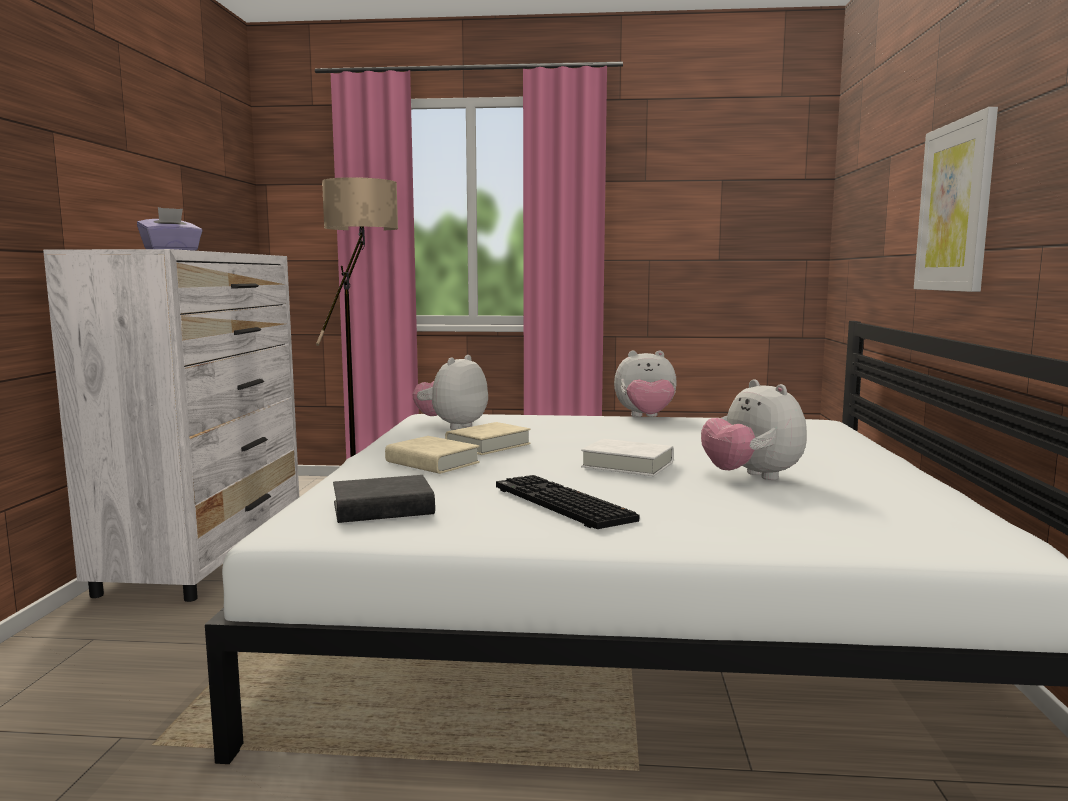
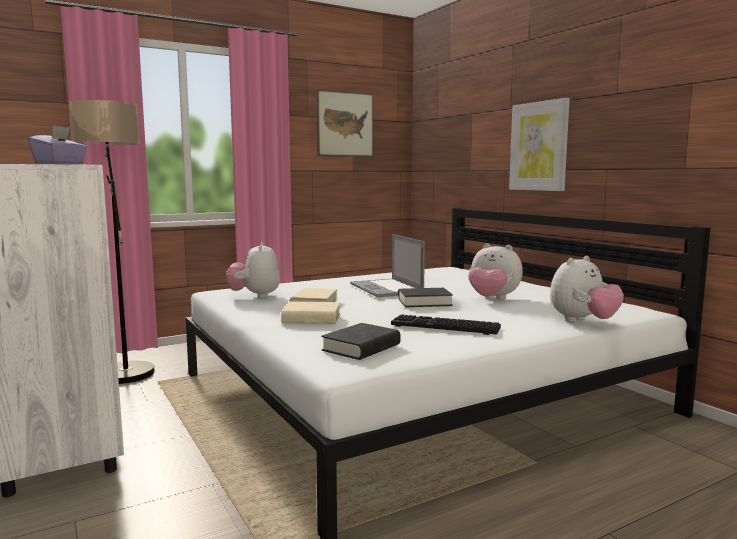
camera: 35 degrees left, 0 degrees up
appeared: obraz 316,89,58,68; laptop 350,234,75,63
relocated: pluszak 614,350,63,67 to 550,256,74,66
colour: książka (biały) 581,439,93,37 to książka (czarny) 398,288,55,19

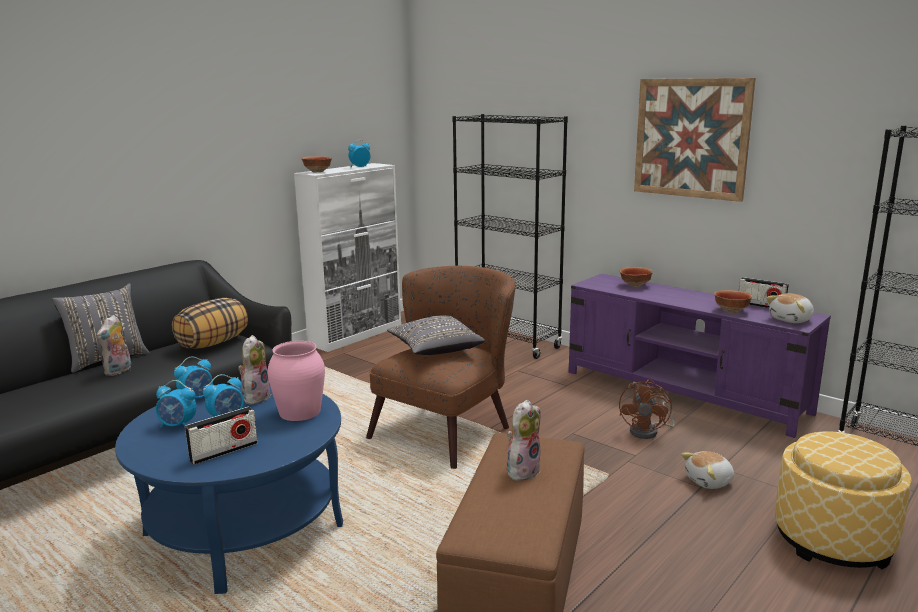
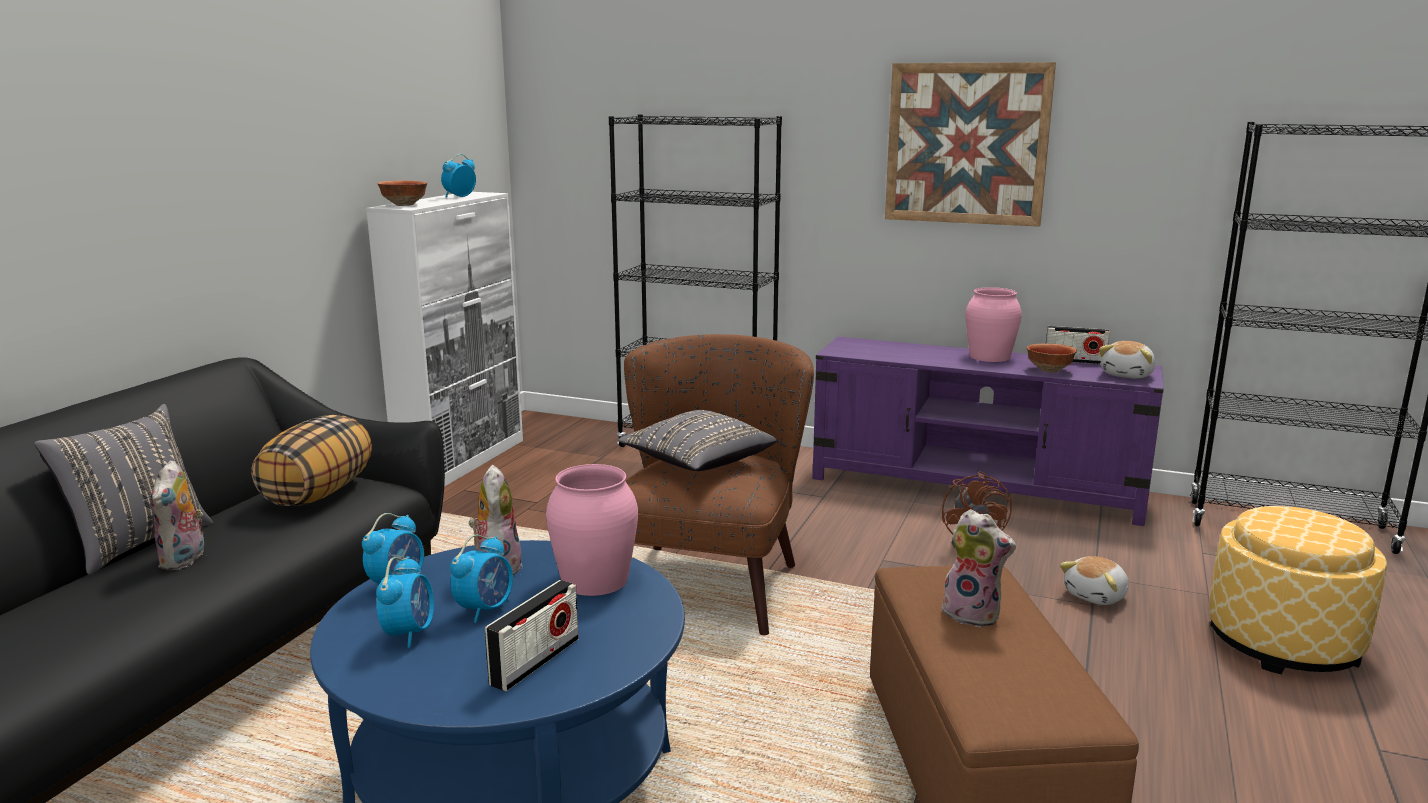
camera: 20 degrees left, 0 degrees up
missing: miska 620,267,33,20
appeared: wazon (różowy) 965,287,57,75
spun: budzik 156,380,40,48 = 376,556,58,92 75 degrees counterclockwise; pluszak 507,400,34,81 = 939,509,77,119 105 degrees clockwise

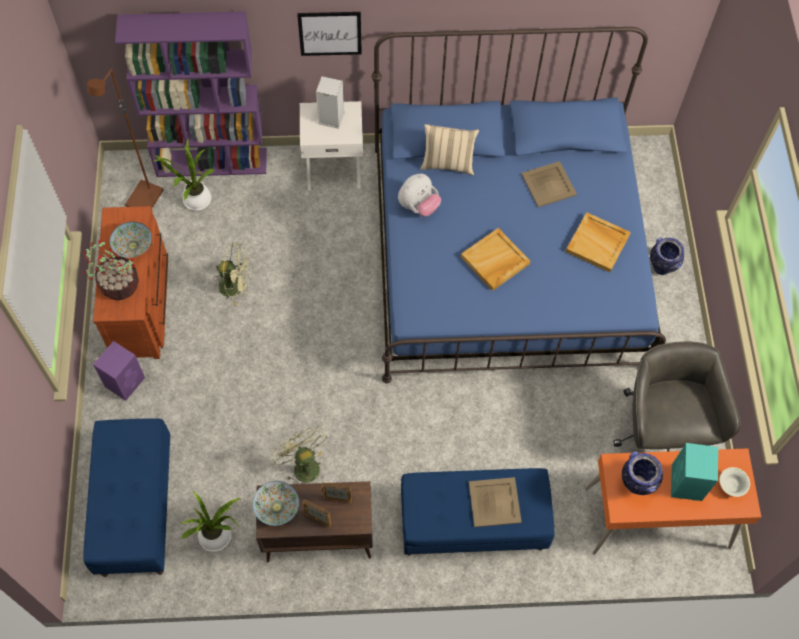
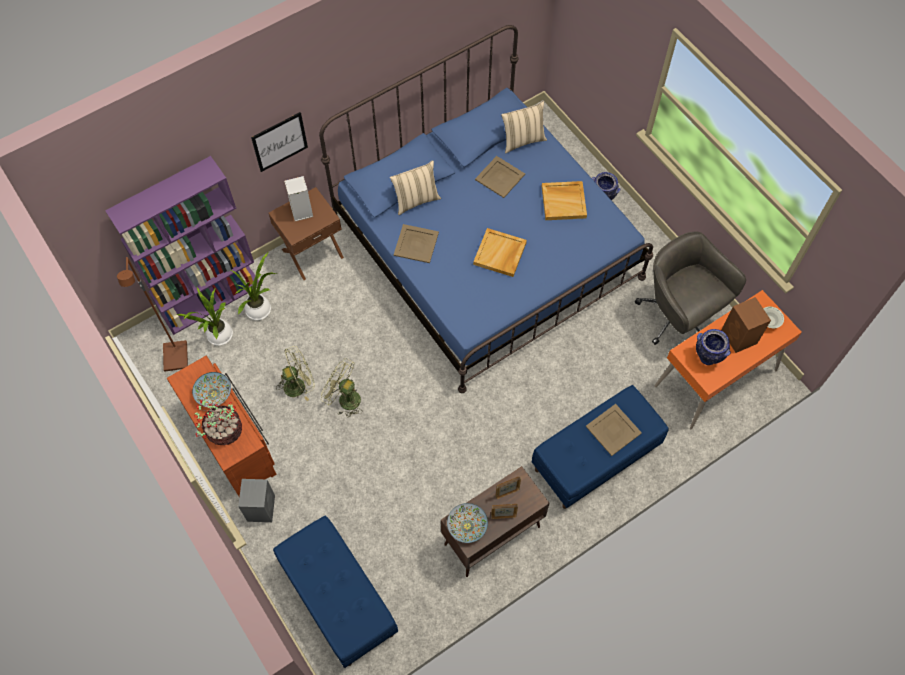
camera: 30 degrees left, 0 degrees up
appeared: poduszka (beżowy) 501,101,46,52
relocated: wentylator (zielony) 271,426,56,58 to 321,358,42,59; roślina doniczkowa 180,491,60,61 to 231,253,45,67
exchanged: pluszak 398,173,43,44 to taca (beżowy) 394,224,45,39
colour: szafka nocna (biały) 300,101,63,89 to szafka nocna (brązowy) 268,187,76,93; głośnik (fioletowy) 93,341,52,60 to głośnik (szary) 238,479,37,43; głośnik (turkusowy) 671,443,47,58 to głośnik (brązowy) 721,297,50,56

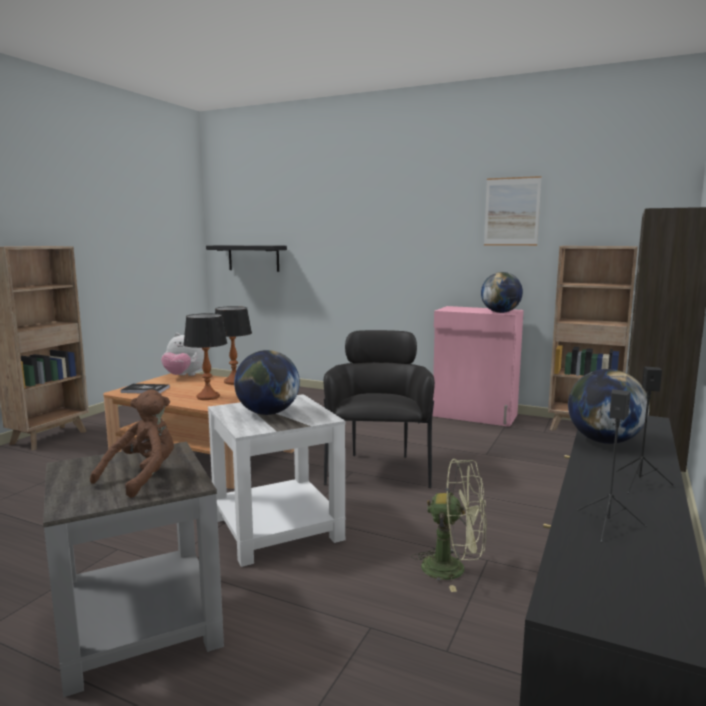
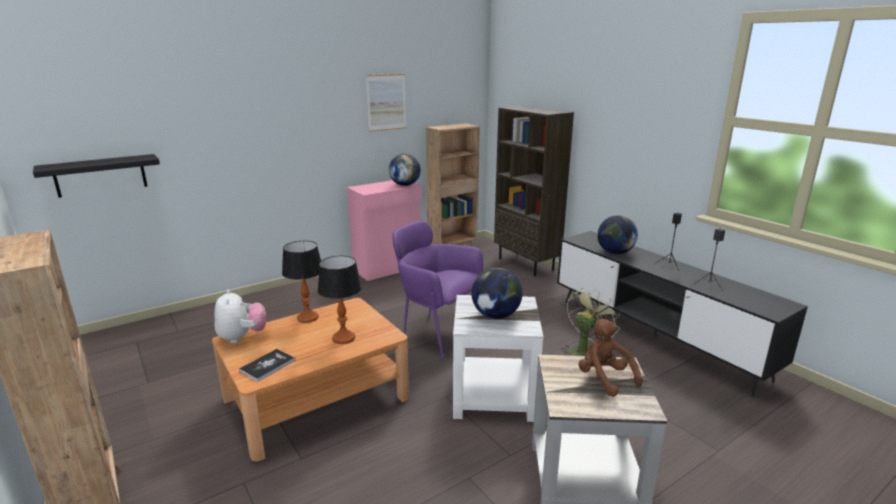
camera: 60 degrees left, 10 degrees up
colour: fotel (czarny) 323,330,112,158 to fotel (fioletowy) 392,221,91,137
spun: pluszak 161,333,43,43 = 215,289,51,54 60 degrees counterclockwise

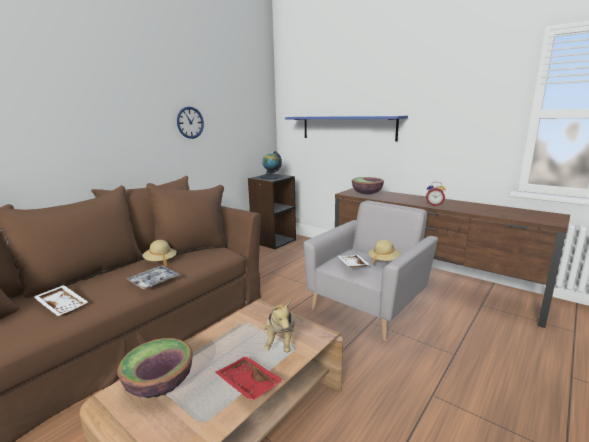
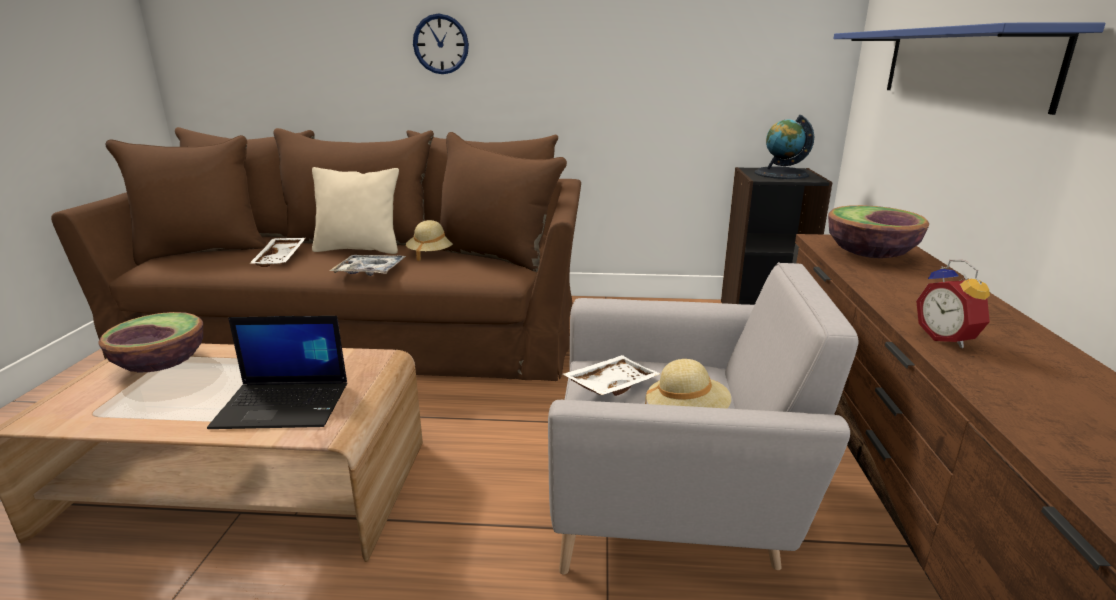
camera: 55 degrees right, 5 degrees up
missing: taca (czerwony) 215,356,69,45
appeared: poduszka (beżowy) 312,167,87,87
relocated: zegar ścienny 177,107,27,32 to 413,13,56,61
exchanged: pluszak 262,300,33,52 to laptop 207,316,140,113

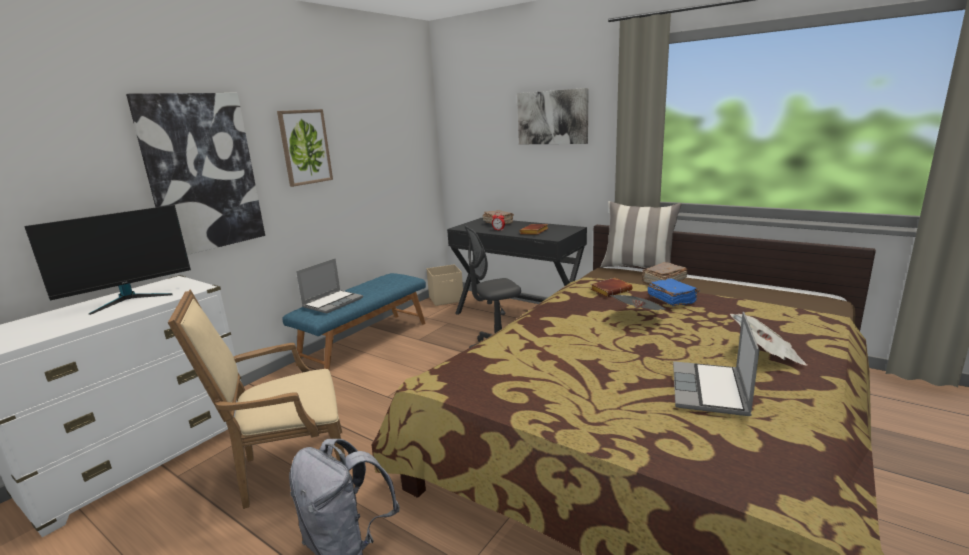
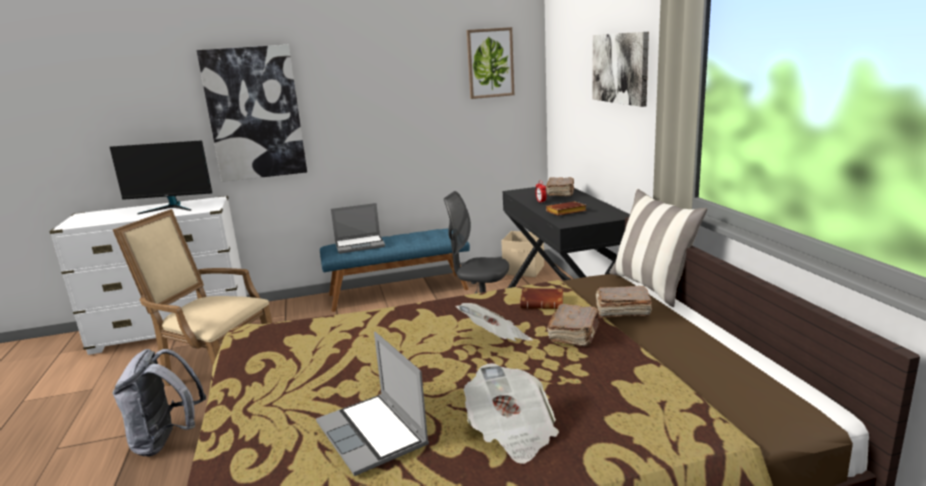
camera: 40 degrees right, 0 degrees up
relocated: obraz 277,109,56,78 to 467,27,47,72
colour: książka (niebieski) 647,278,52,28 to książka (brązowy) 547,304,52,42
spun: laptop 673,312,86,104 = 316,332,113,144 90 degrees counterclockwise

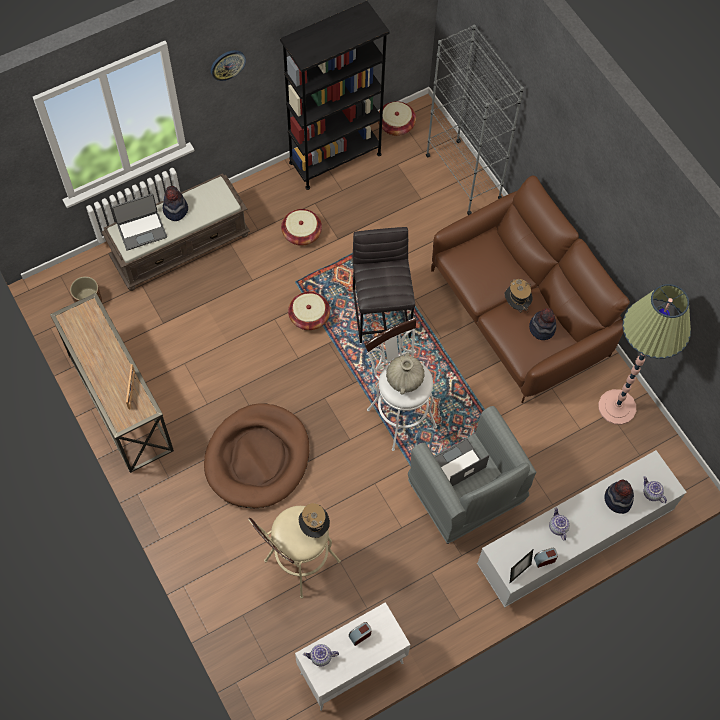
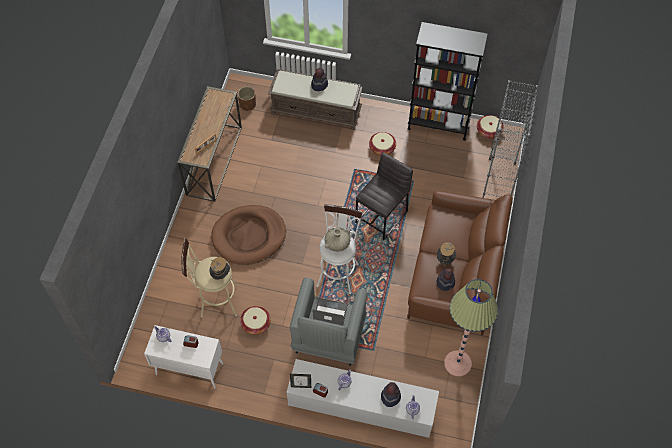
camera: 45 degrees right, 5 degrees down
missing: zegar ścienny 211,50,35,31; laptop 112,194,55,57
relocated: koszyk 288,292,42,38 to 240,306,31,29

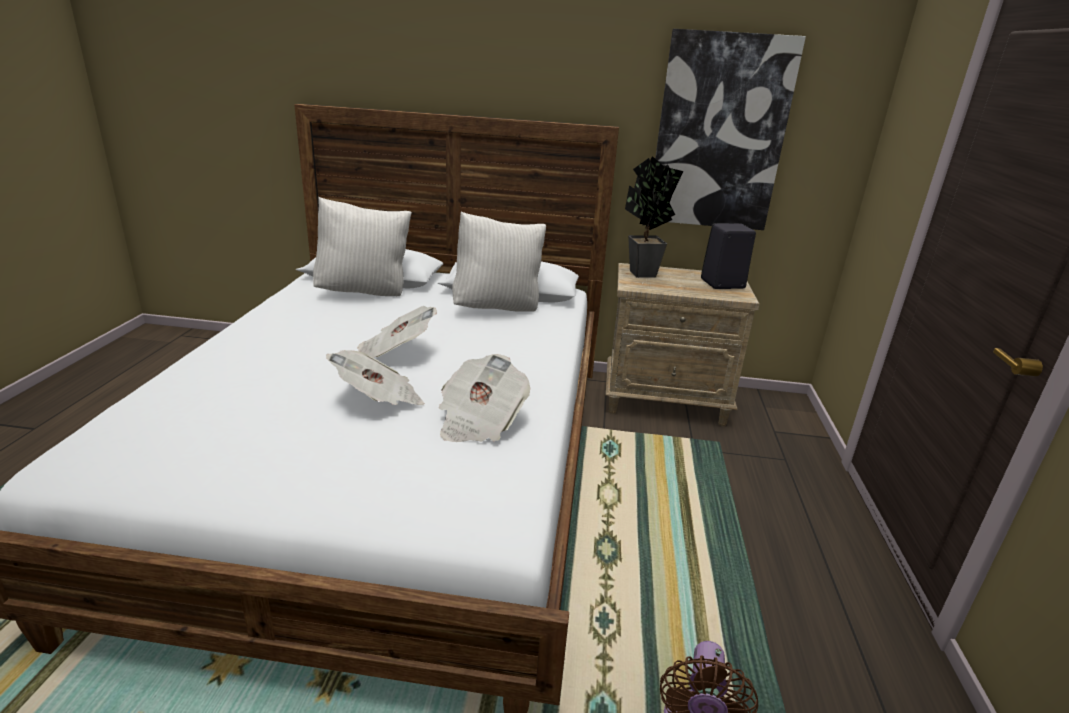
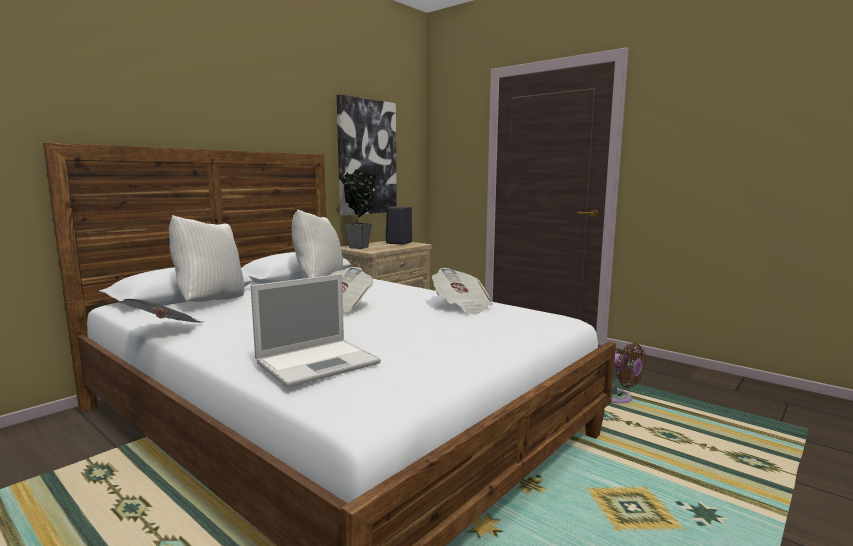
camera: 55 degrees left, 15 degrees down
appeared: laptop 251,274,130,114
relocated: gazeta 326,350,99,55 to 119,299,83,24

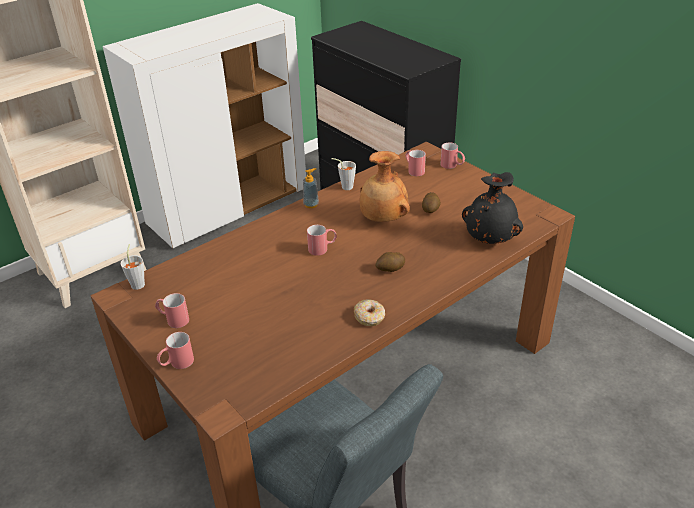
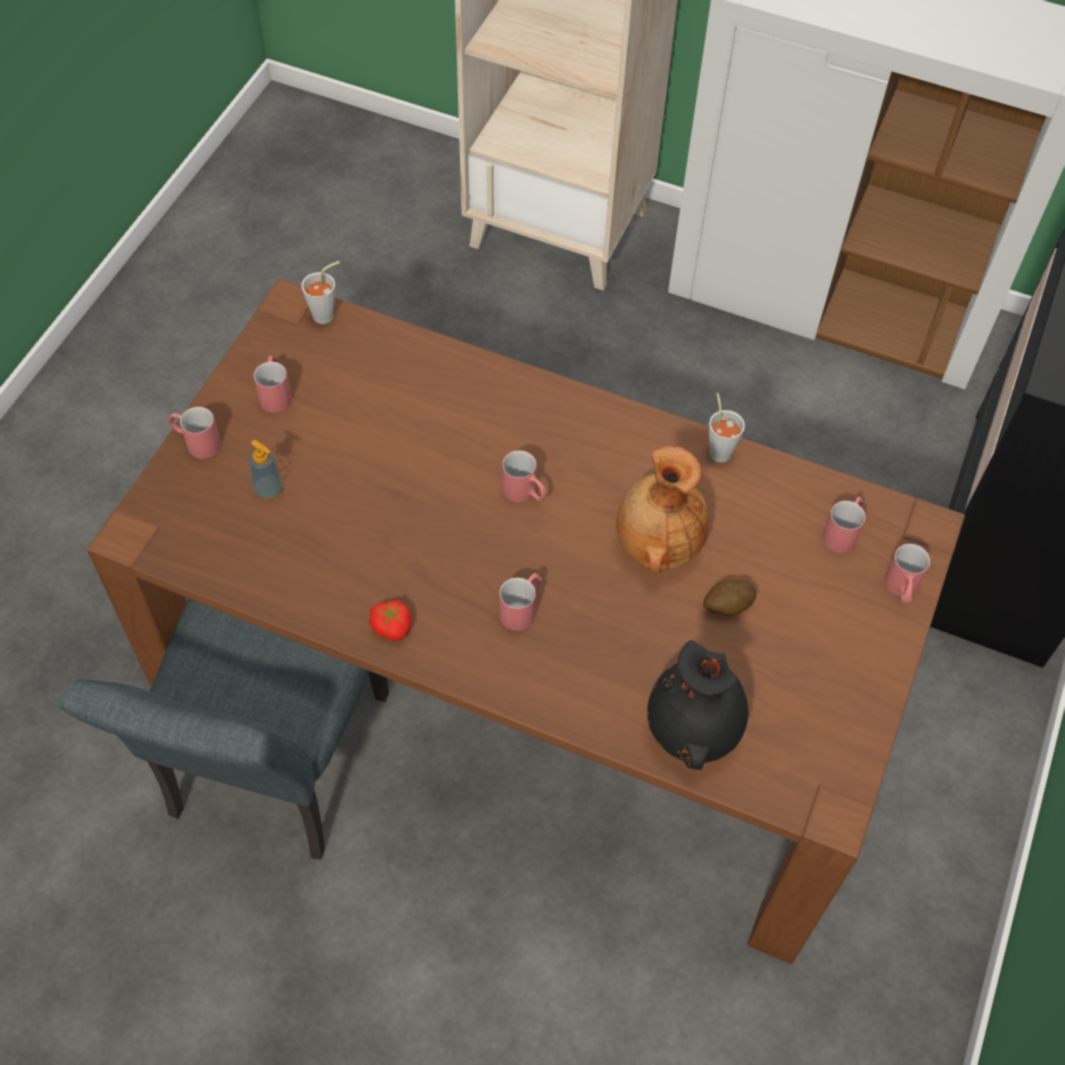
camera: 60 degrees right, 20 degrees up
relocated: dozownik mydła 303,168,16,40 to 248,440,35,60
exchanged: ziemniak 375,252,30,20 to kubek (czerwony) 499,573,43,58; donut 354,299,31,27 to pomidor 369,600,42,41

